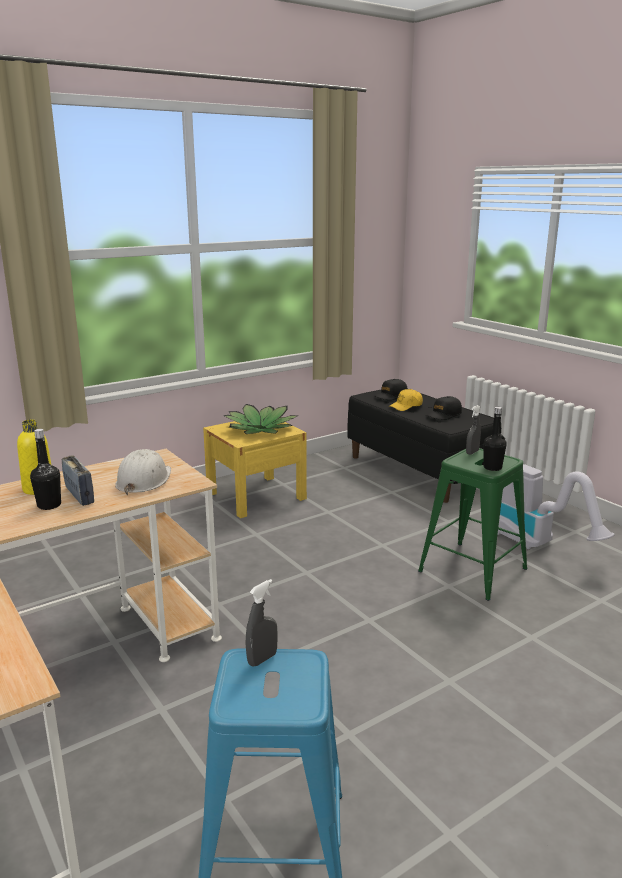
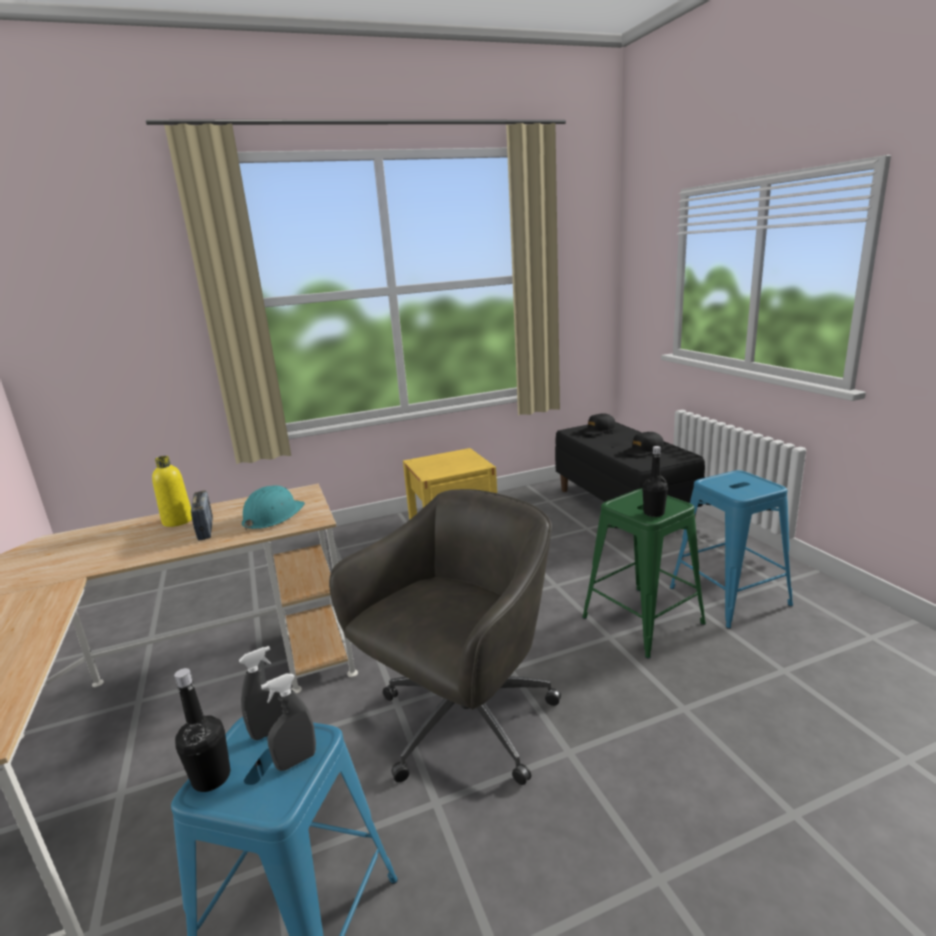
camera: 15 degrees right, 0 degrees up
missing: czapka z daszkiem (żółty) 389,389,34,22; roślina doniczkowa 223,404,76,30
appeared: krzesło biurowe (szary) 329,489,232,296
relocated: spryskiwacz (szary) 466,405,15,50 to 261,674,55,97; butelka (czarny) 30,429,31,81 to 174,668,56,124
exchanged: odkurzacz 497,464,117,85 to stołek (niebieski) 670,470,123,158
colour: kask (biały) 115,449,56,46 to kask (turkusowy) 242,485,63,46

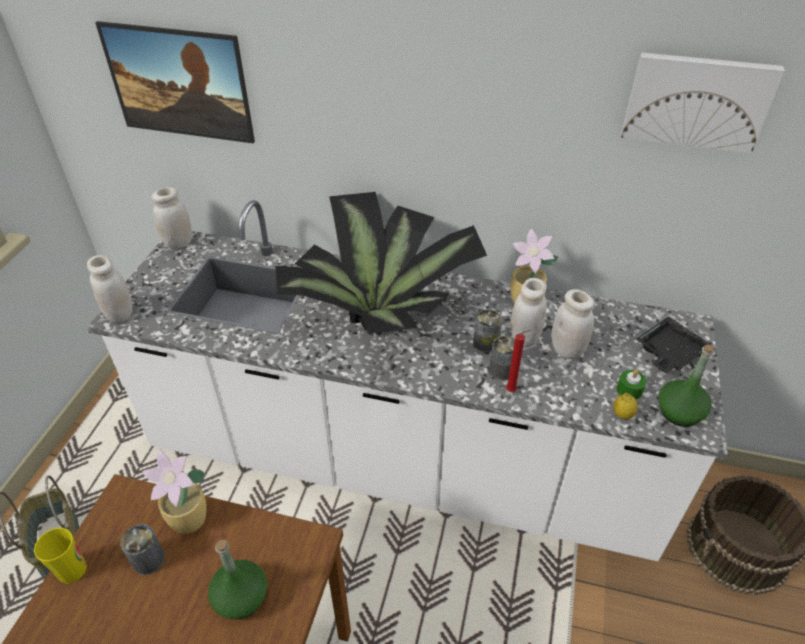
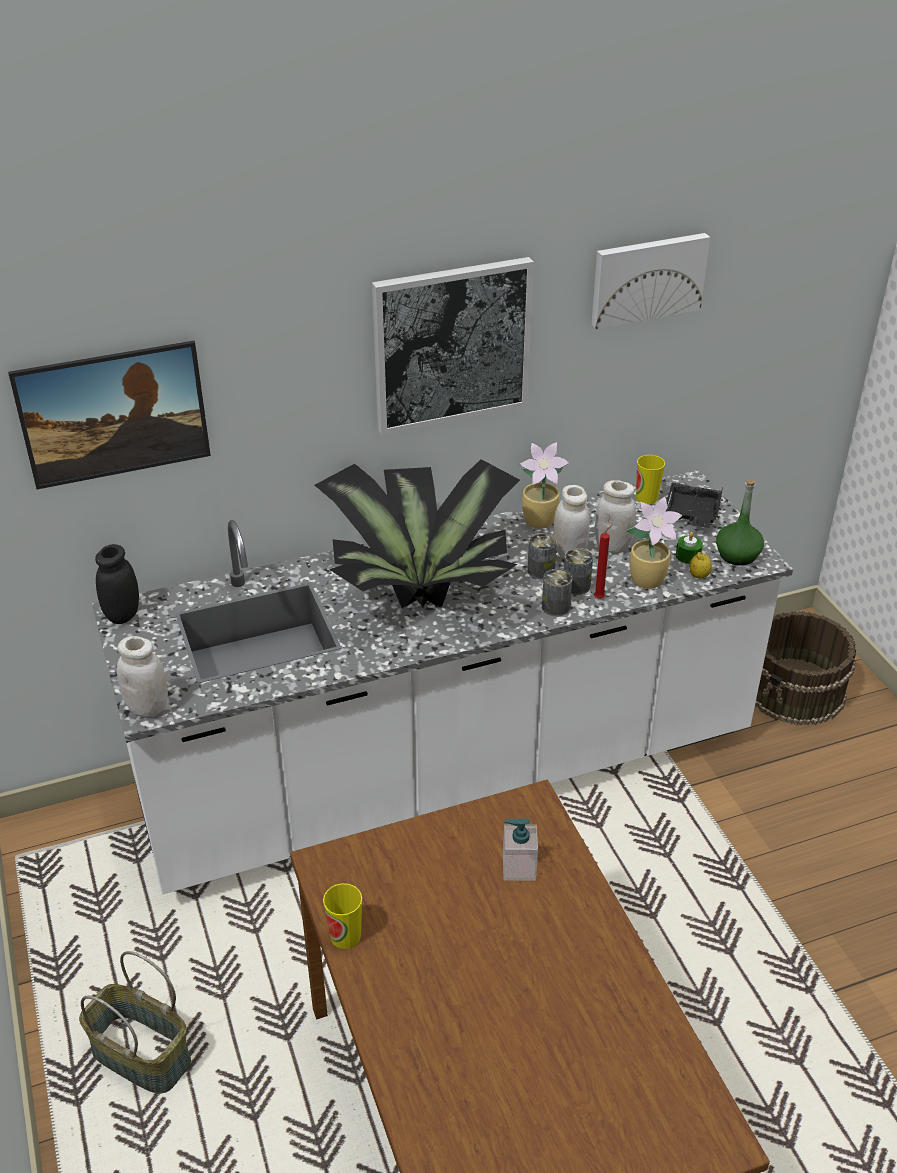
camera: 35 degrees left, 5 degrees down
appeared: obraz 372,257,162,177; filiżanka 636,455,29,49
relocated: roślina doniczkowa 143,449,64,85 to 626,497,56,92; puszka 120,524,45,51 to 542,569,30,47
exchanged: butelka (zielony) 208,540,59,79 to dozownik mydła 503,818,35,63
colour: słoik (biały) 152,187,40,62 to słoik (czarny) 95,544,44,80

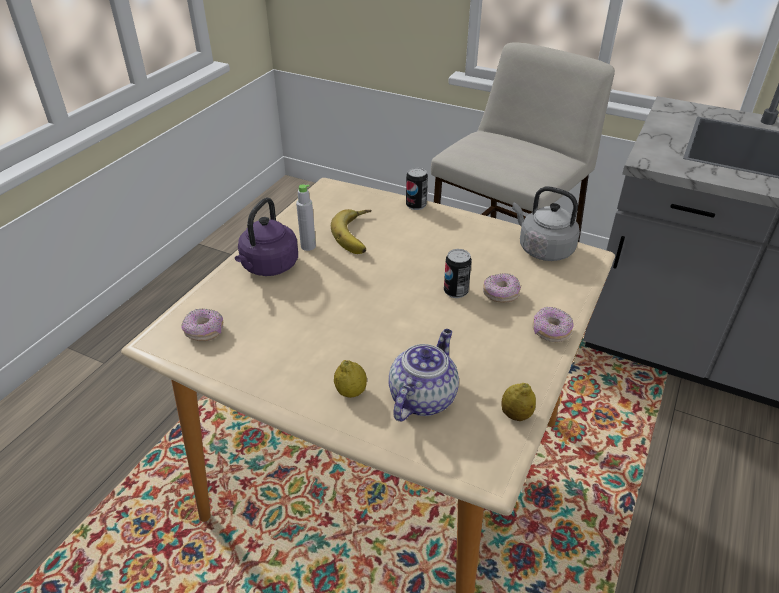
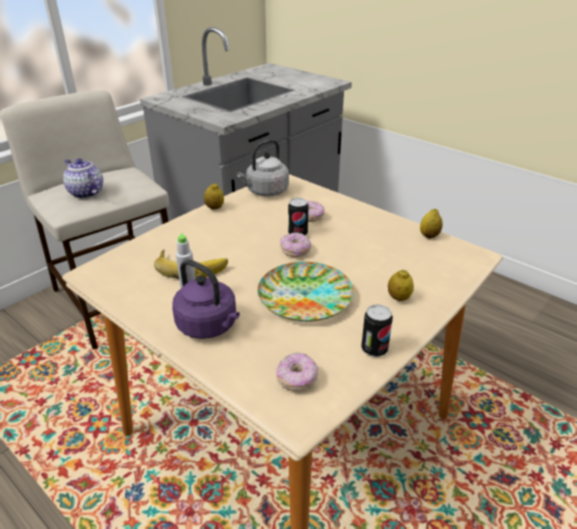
camera: 75 degrees left, 5 degrees down
appeared: cytryna 204,183,20,27; talerz 257,262,97,60
relocated: puszka 406,167,22,43 to 361,304,32,53; donut 533,306,41,36 to 280,232,31,25; imbryk 388,329,71,93 to 63,159,40,40

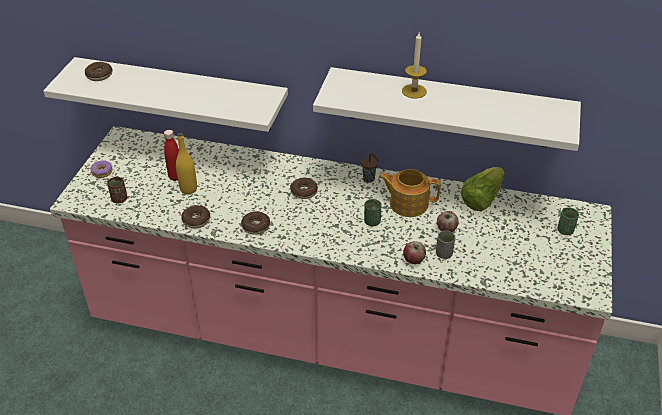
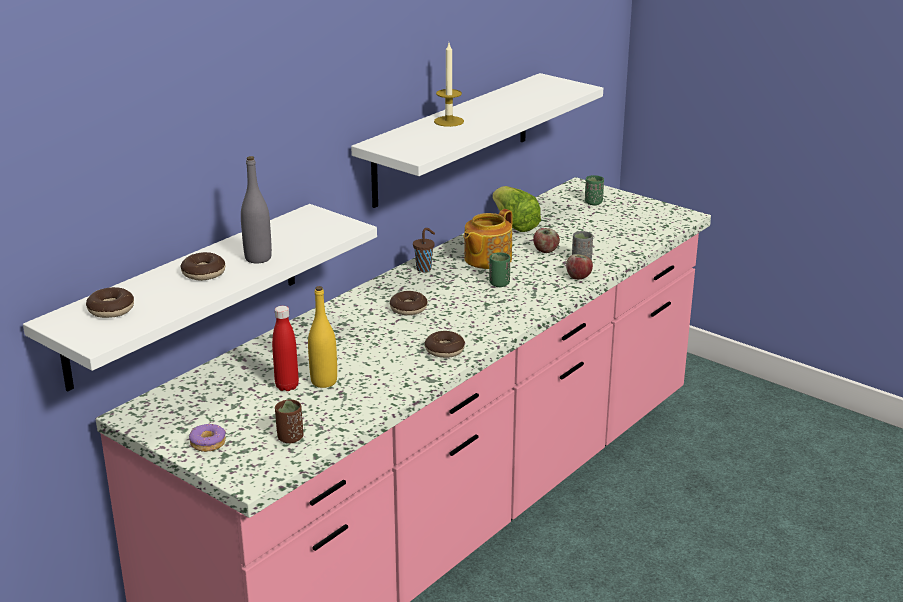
camera: 65 degrees left, 15 degrees down
appeared: butelka (szary) 241,156,31,108
relocated: donut 181,205,29,23 to 181,252,44,29

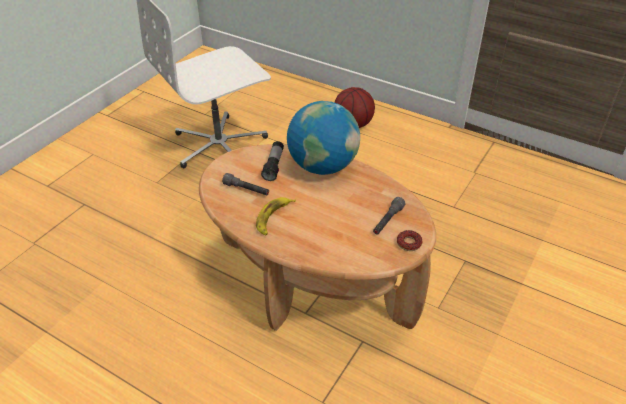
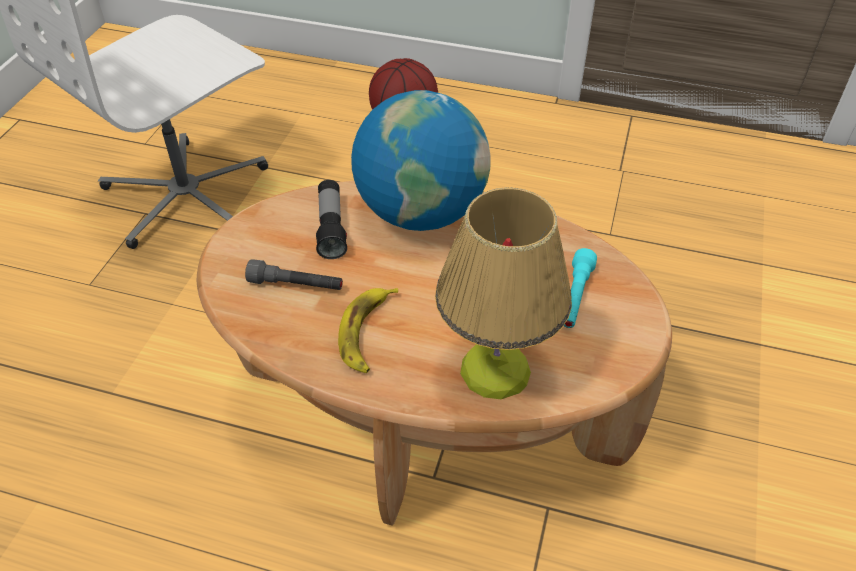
camera: 15 degrees left, 5 degrees up
missing: donut 397,230,25,21
appeared: lampa stołowa 435,187,137,212
colour: latarka (szary) 373,197,32,37 to latarka (turkusowy) 564,248,33,80

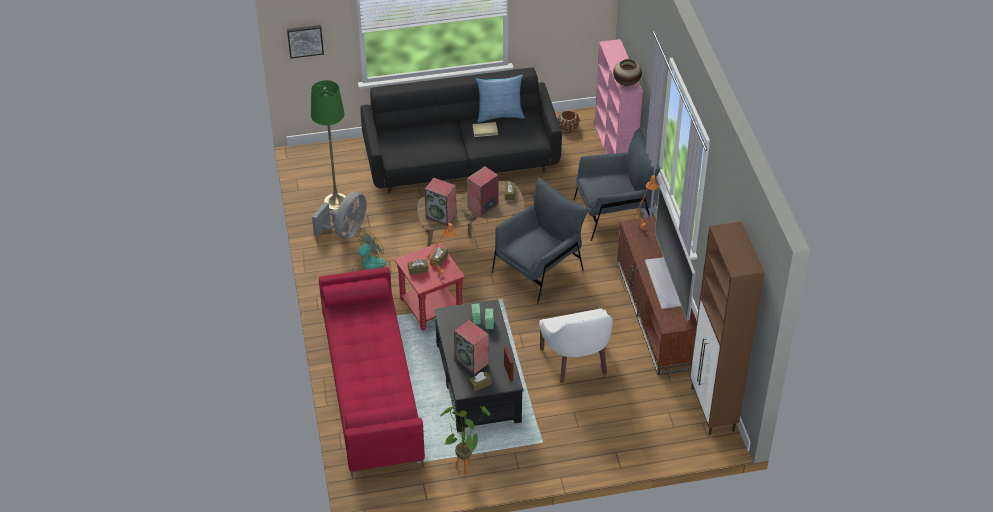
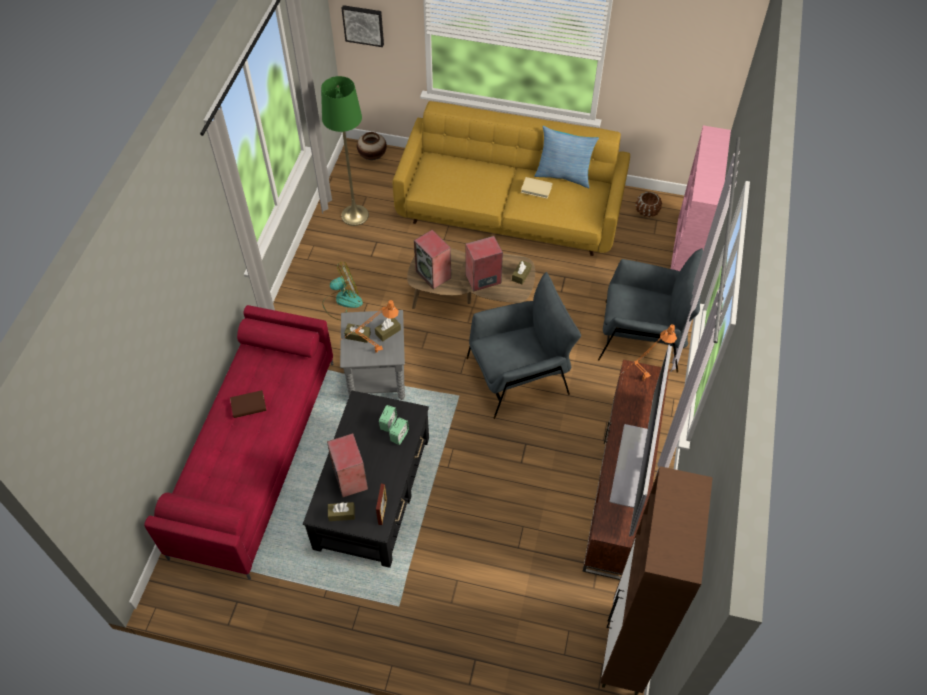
camera: 25 degrees right, 10 degrees up
missing: wentylator (szary) 312,192,55,47; fotel (biały) 539,308,74,75; roślina doniczkowa 440,405,50,70
appeared: książka (brązowy) 230,390,36,28
relocated: wazon 613,59,29,27 to 357,132,30,28
colour: kanapa (czarny) 360,68,202,125 to kanapa (żółty) 393,101,237,155; stolik (czerwony) 395,242,70,89 to stolik (szary) 340,310,65,90

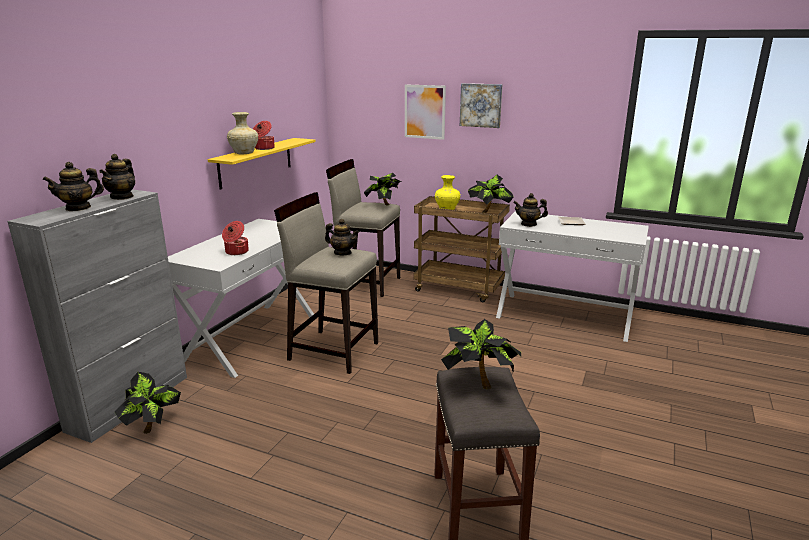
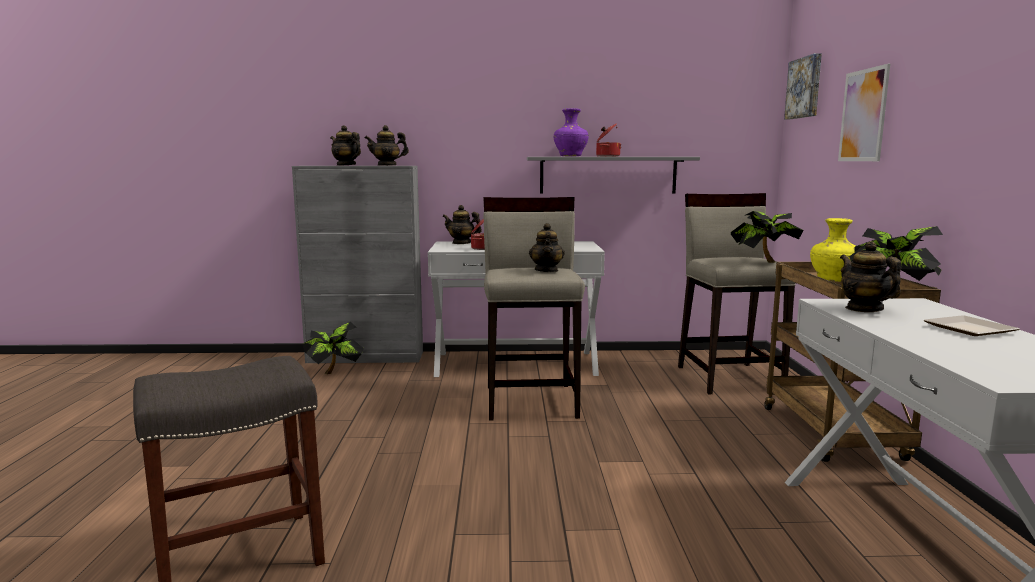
camera: 65 degrees right, 10 degrees down
missing: roślina doniczkowa 441,319,80,70
appeared: imbryk 442,205,40,39
relocated: obraz 460,83,43,45 to 784,53,38,66
colour: wazon (beżowy) 227,112,31,42 to wazon (fioletowy) 553,108,36,49; półka (żółty) 207,138,109,52 to półka (szary) 527,157,173,37

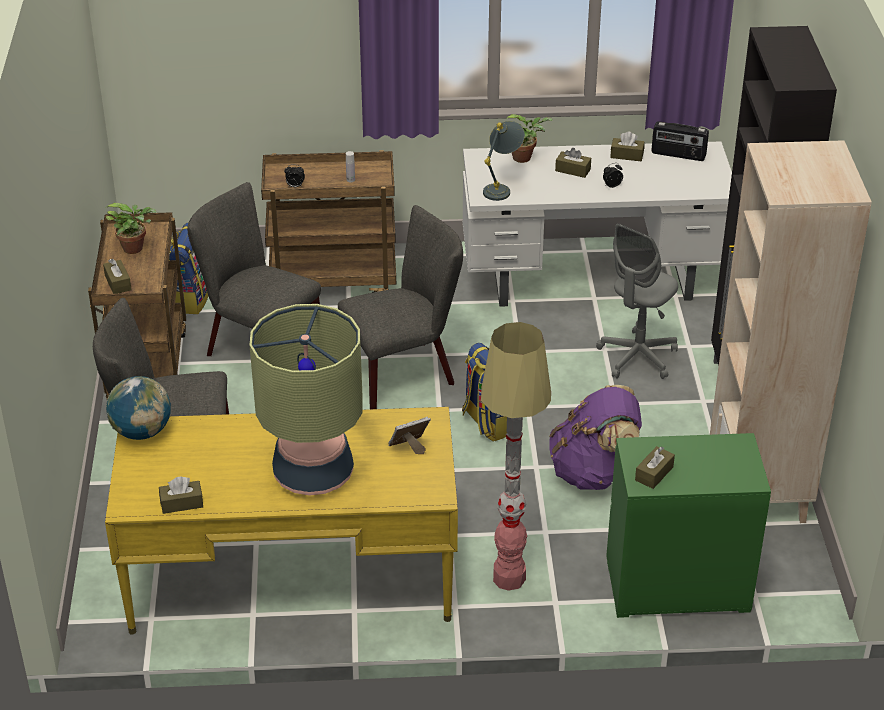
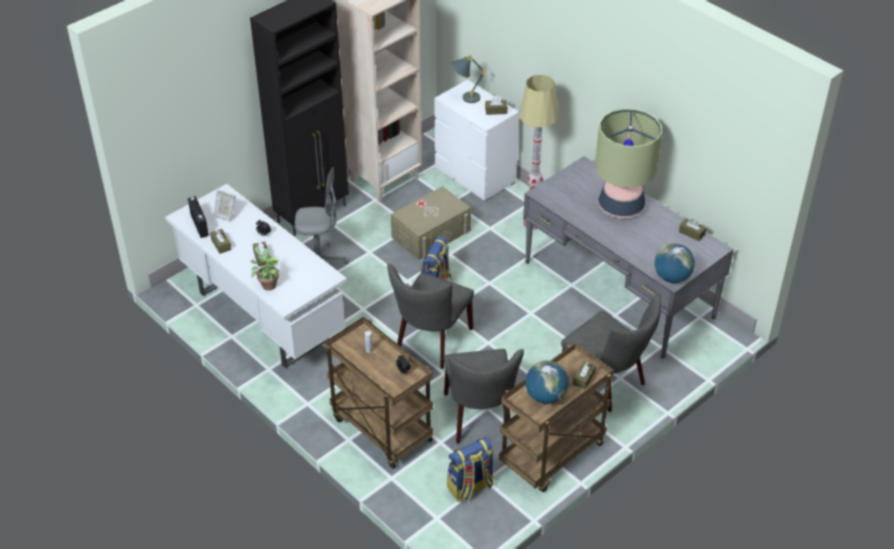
camera: 130 degrees left, 5 degrees up
relocated: lampa stołowa (szary) 483,121,42,80 to 451,55,35,48; ramka na zdjęcie 388,417,43,37 to 214,190,22,31
exchanged: roślina doniczkowa 106,203,51,51 to globus 526,360,43,44; plecak (fioletowy) 549,385,93,105 to pojemnik do przechowywania (beżowy) 391,186,80,74
colour: biurko (żółty) 105,407,353,228 to biurko (szary) 523,156,211,203; komoda (zielony) 606,433,165,185 to komoda (biały) 434,80,85,121
spun: krzesło (szary) 338,205,125,204 = 387,263,87,106 90 degrees counterclockwise

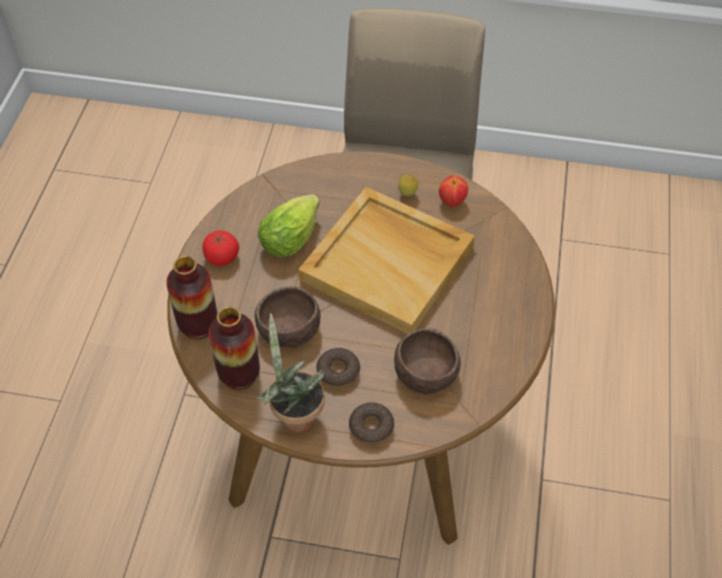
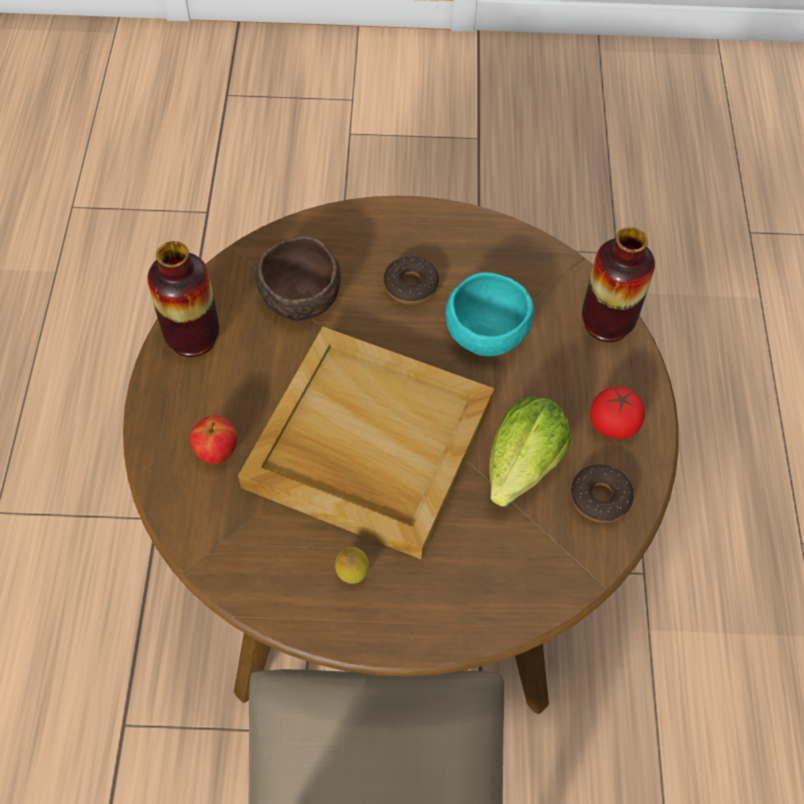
camera: 170 degrees right, 5 degrees up
missing: roślina doniczkowa 256,313,69,119
relocated: jabłko 439,176,29,31 to 190,415,47,49; wazon 209,307,51,83 to 147,241,72,116; donut 349,402,45,43 to 571,464,62,59
colour: miska (brązowy) 255,286,66,62 to miska (turkusowy) 445,272,89,85

